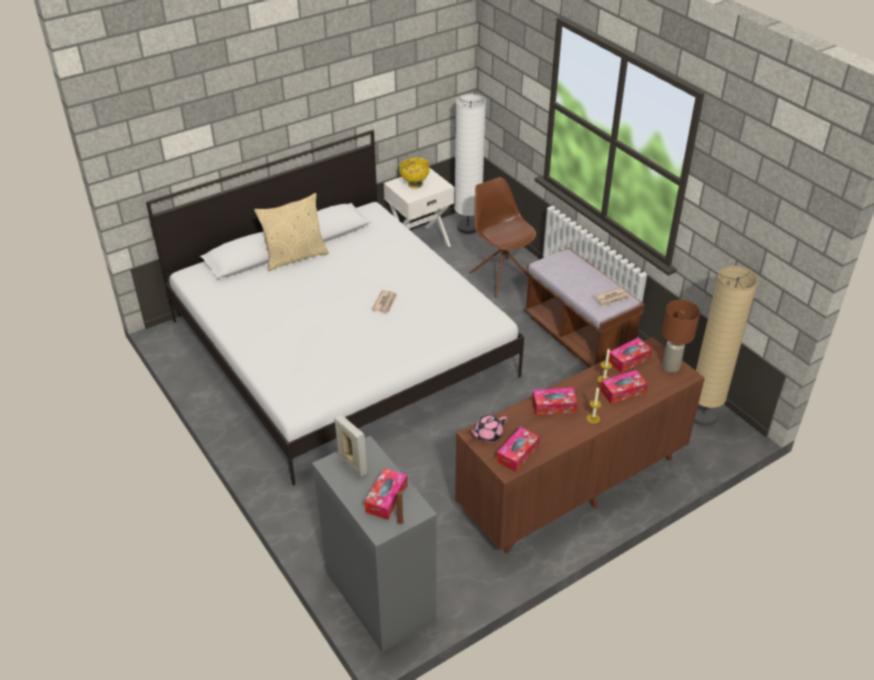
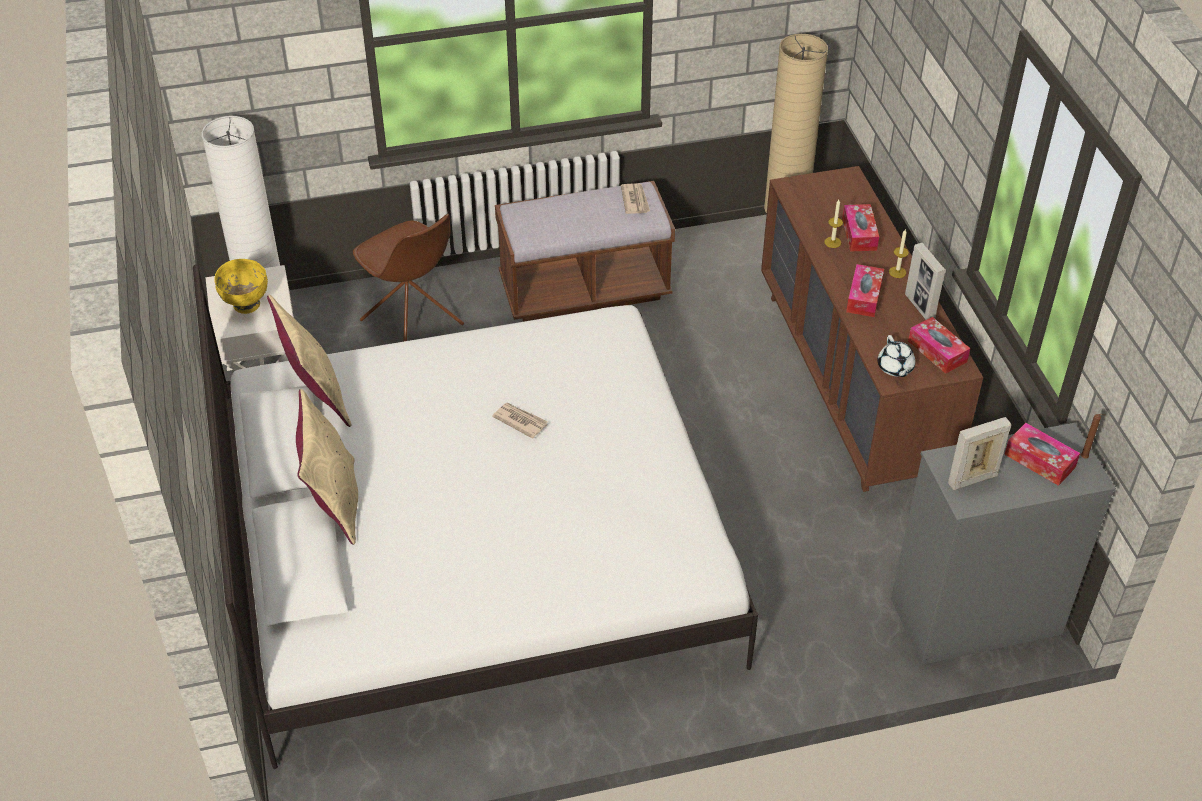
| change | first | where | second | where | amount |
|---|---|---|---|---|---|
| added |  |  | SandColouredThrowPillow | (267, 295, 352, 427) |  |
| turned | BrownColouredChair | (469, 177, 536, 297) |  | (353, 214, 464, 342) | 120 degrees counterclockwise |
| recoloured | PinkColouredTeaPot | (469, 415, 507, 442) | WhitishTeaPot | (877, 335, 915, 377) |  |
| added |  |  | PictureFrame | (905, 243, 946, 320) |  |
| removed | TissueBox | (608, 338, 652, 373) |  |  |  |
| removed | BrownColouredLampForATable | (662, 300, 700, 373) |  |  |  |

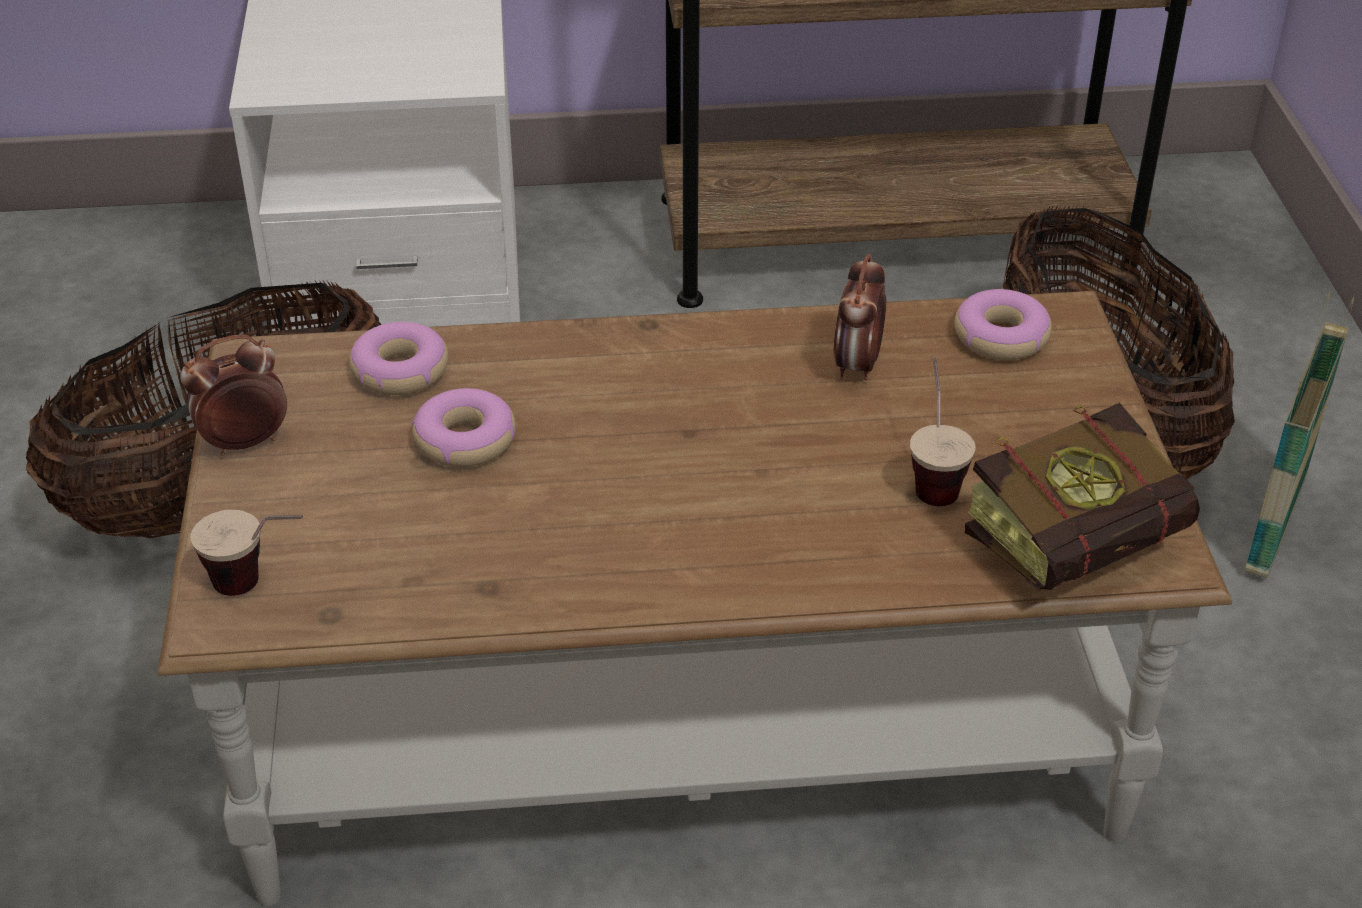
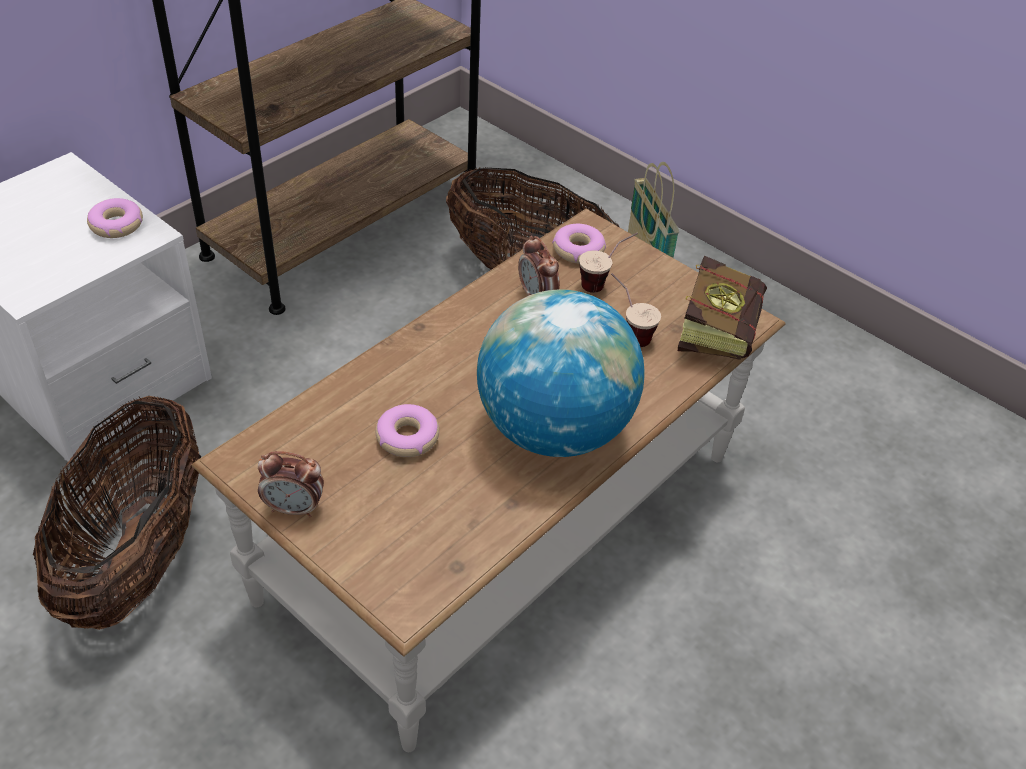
| change | first | where | second | where | amount |
|---|---|---|---|---|---|
| moved | RingDoughnut | (349, 322, 448, 395) |  | (87, 198, 143, 238) |  |
| turned | BedsideClock | (180, 335, 287, 456) |  | (258, 451, 324, 517) | 105 degrees counterclockwise |
| added |  |  | DeskGlobe | (477, 289, 645, 457) |  |
| moved | SmallCup | (190, 510, 303, 596) |  | (579, 233, 638, 293) |  |

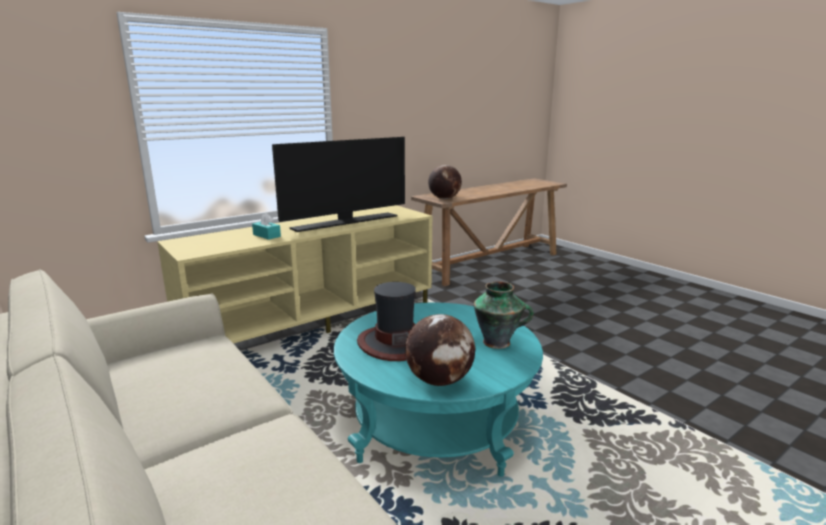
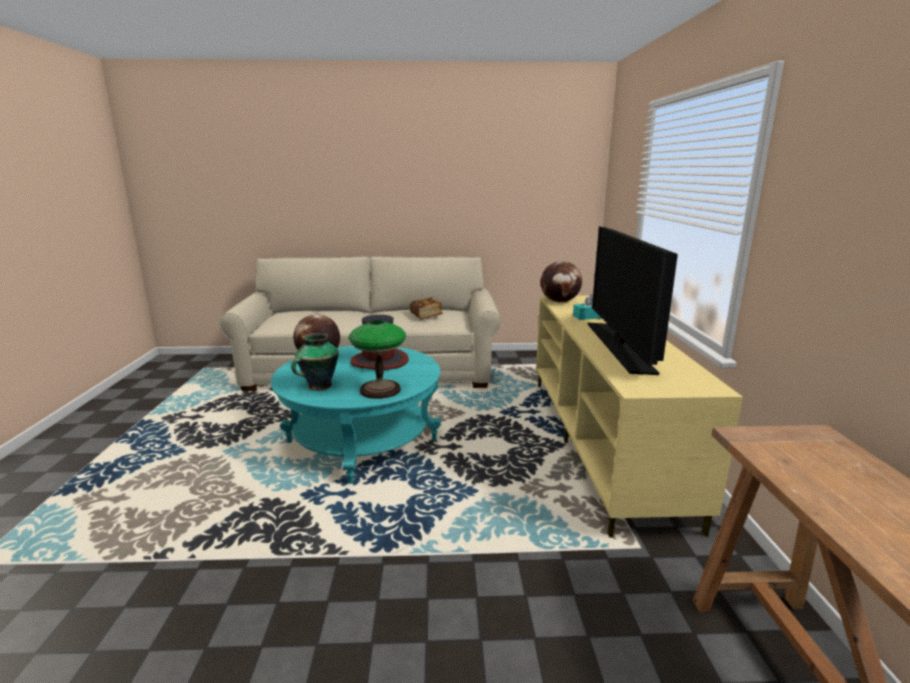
| change | first | where | second | where | amount |
|---|---|---|---|---|---|
| added |  |  | LampForATable | (349, 320, 406, 399) |  |
| added |  |  | BoundBook | (410, 298, 443, 320) |  |
| moved | DeskGlobe | (428, 165, 462, 199) |  | (541, 261, 582, 303) |  |

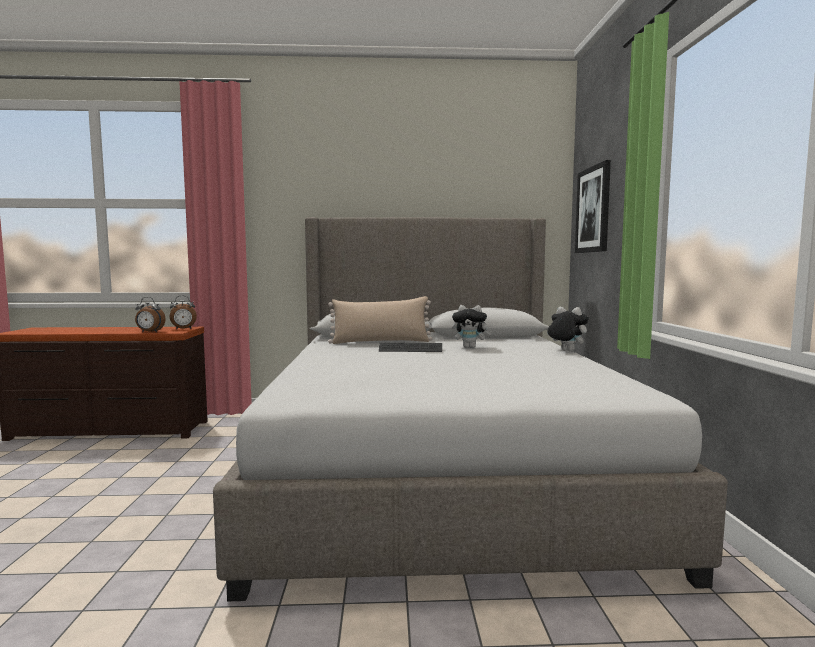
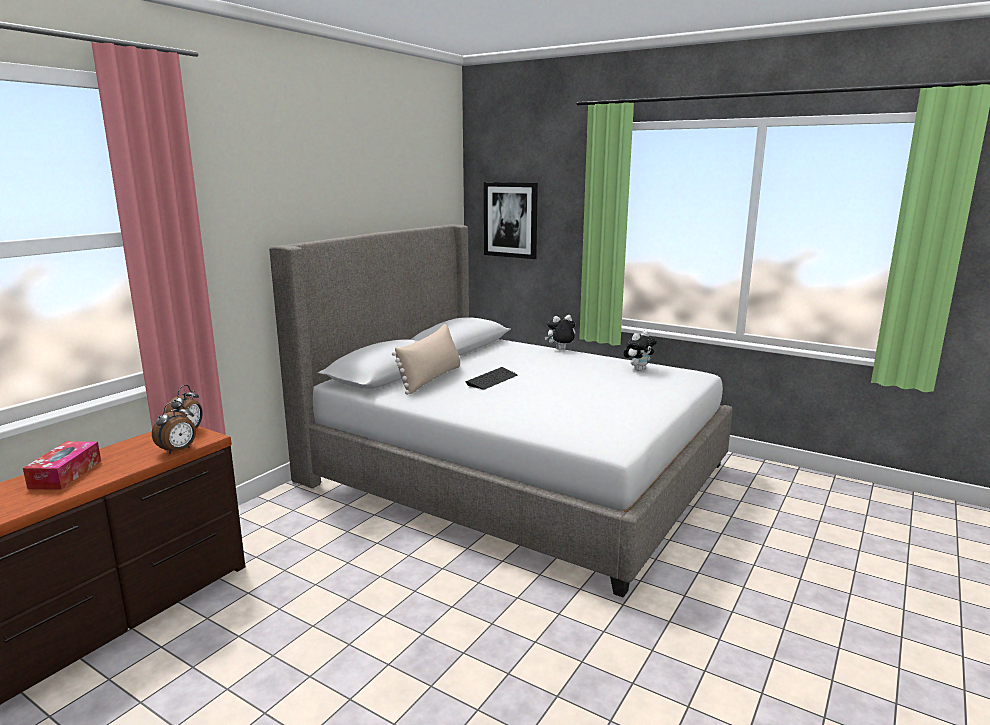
| change | first | where | second | where | amount |
|---|---|---|---|---|---|
| added |  |  | TissueBox | (23, 441, 101, 490) |  |
| moved | CuddlyToy | (452, 305, 492, 348) |  | (623, 331, 657, 371) |  |

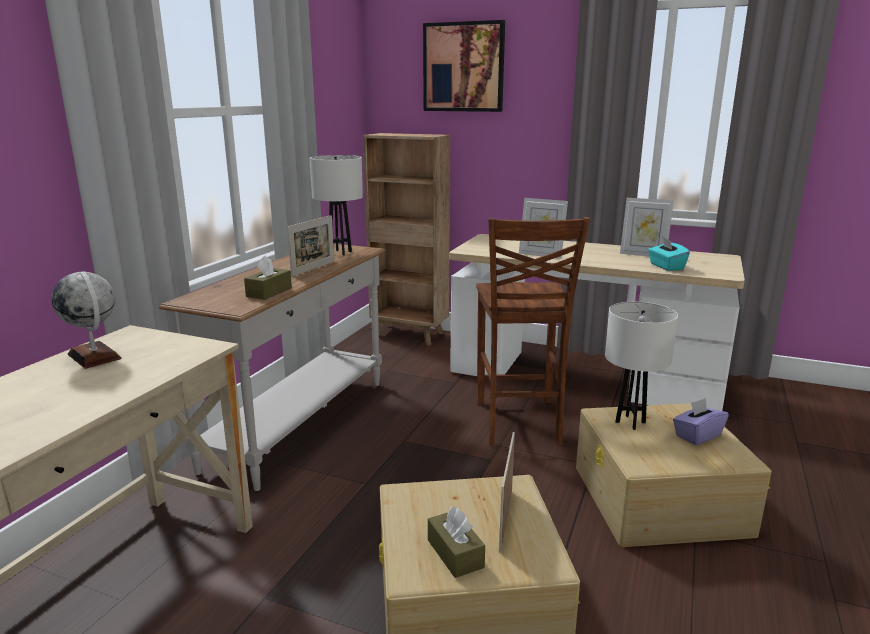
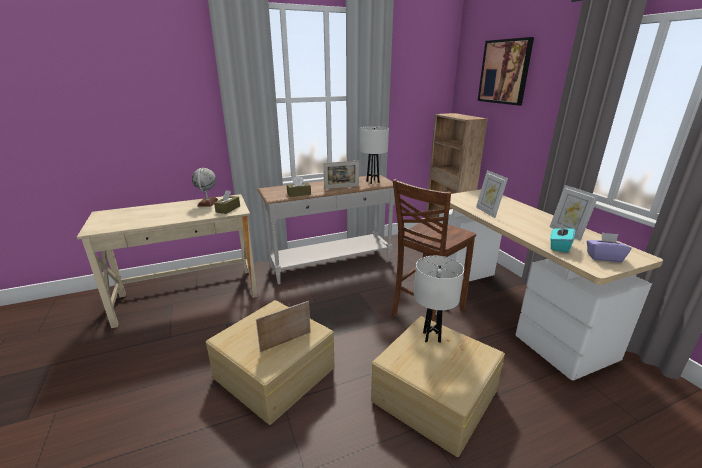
| change | first | where | second | where | amount |
|---|---|---|---|---|---|
| moved | BrownColouredTissueBox | (428, 506, 485, 578) |  | (214, 190, 240, 214) |  |
| moved | PurpleTissueBox | (673, 398, 729, 445) |  | (586, 232, 631, 262) |  |

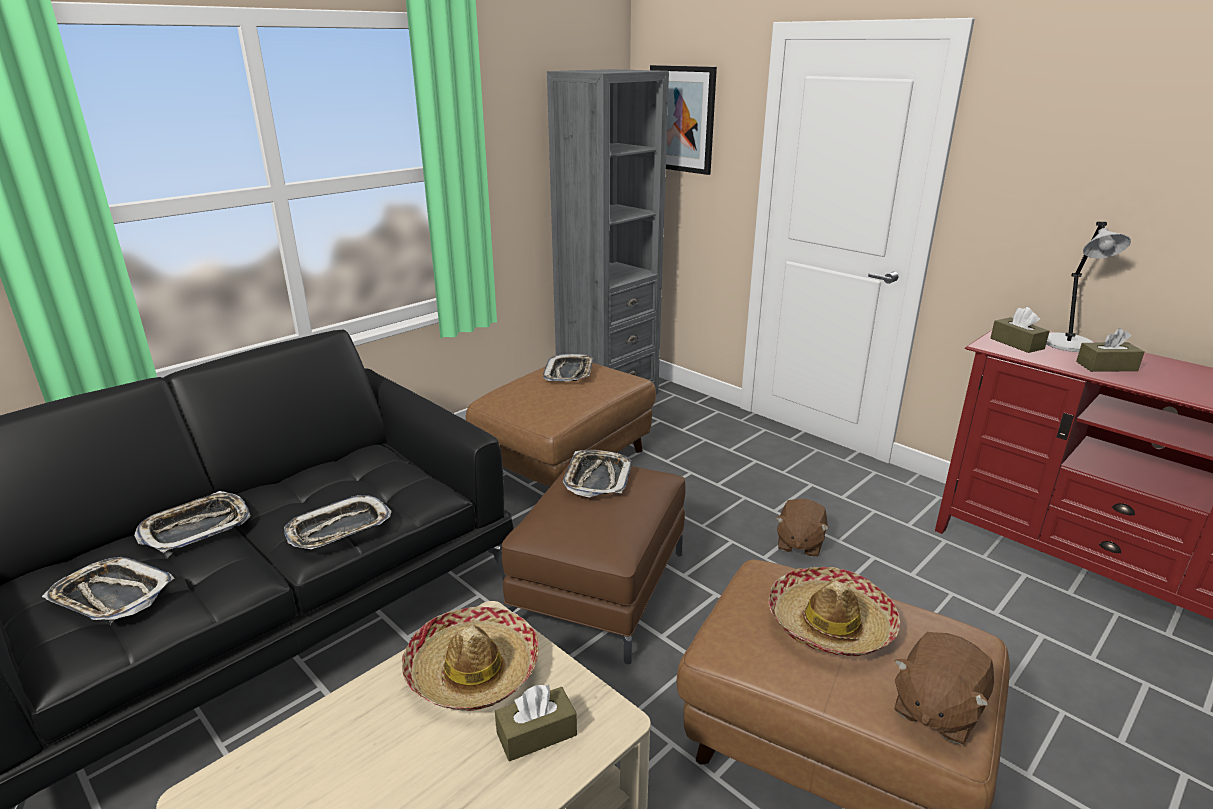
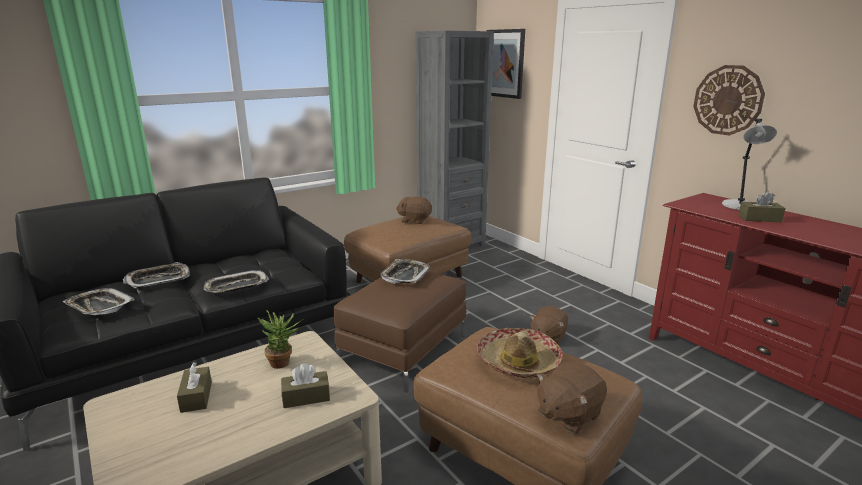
| change | first | where | second | where | amount |
|---|---|---|---|---|---|
| moved | BrownColouredTissueBox | (991, 307, 1050, 353) |  | (177, 362, 212, 413) |  |
| replaced | Hat | (402, 607, 539, 711) | Houseplant | (258, 310, 302, 369) |  |
| replaced | Tray | (543, 354, 593, 382) | BrownColouredCuddlyToy | (396, 197, 432, 224) |  |
| added |  |  | WallClock | (693, 65, 765, 136) |  |

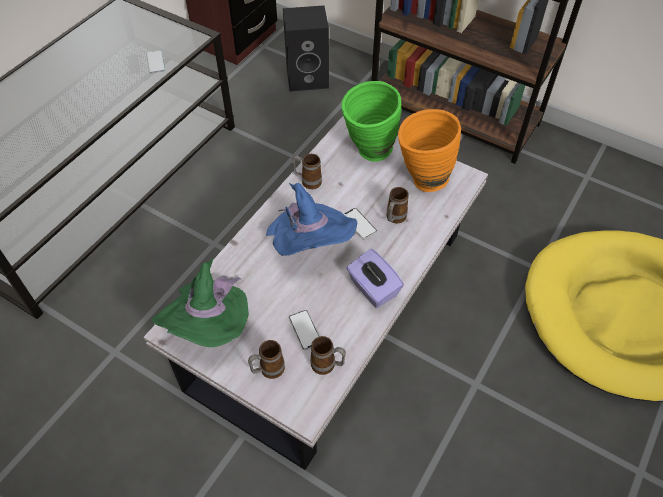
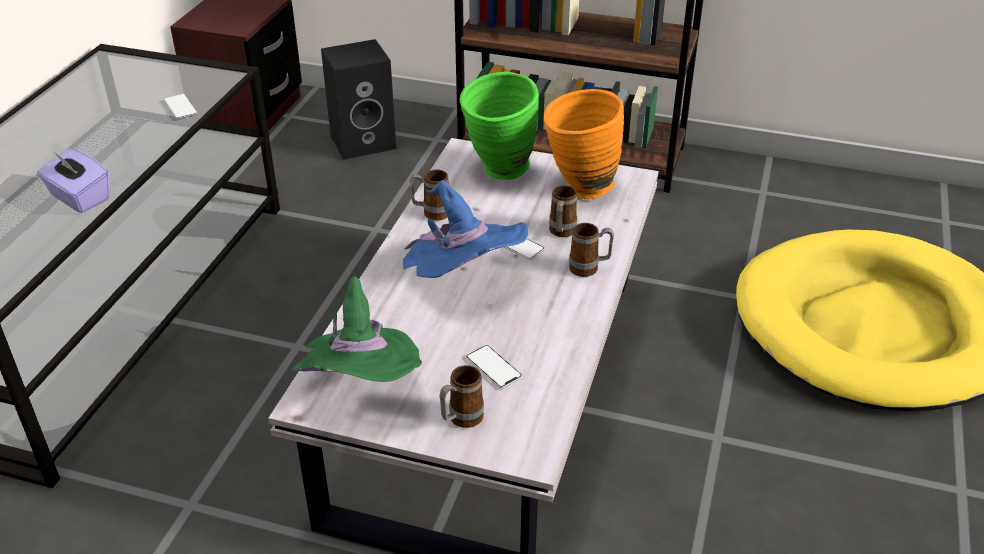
| change | first | where | second | where | amount |
|---|---|---|---|---|---|
| moved | PurpleTissueBox | (346, 249, 404, 308) |  | (37, 149, 110, 213) |  |
| moved | CoffeeMug | (310, 336, 346, 375) |  | (569, 223, 614, 277) |  |

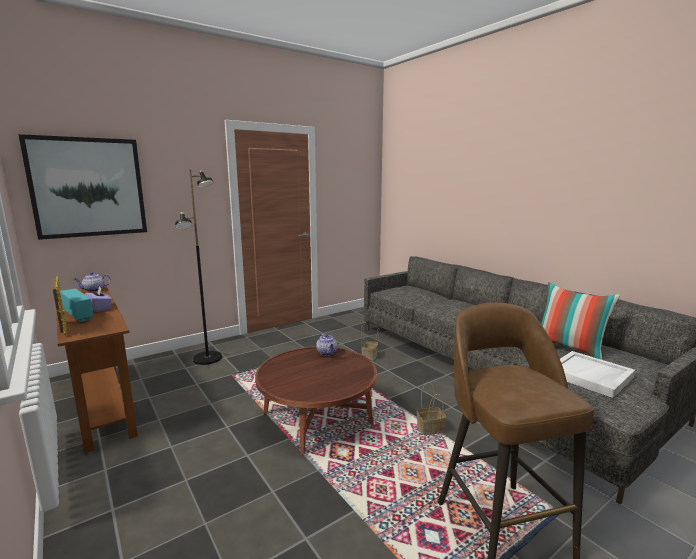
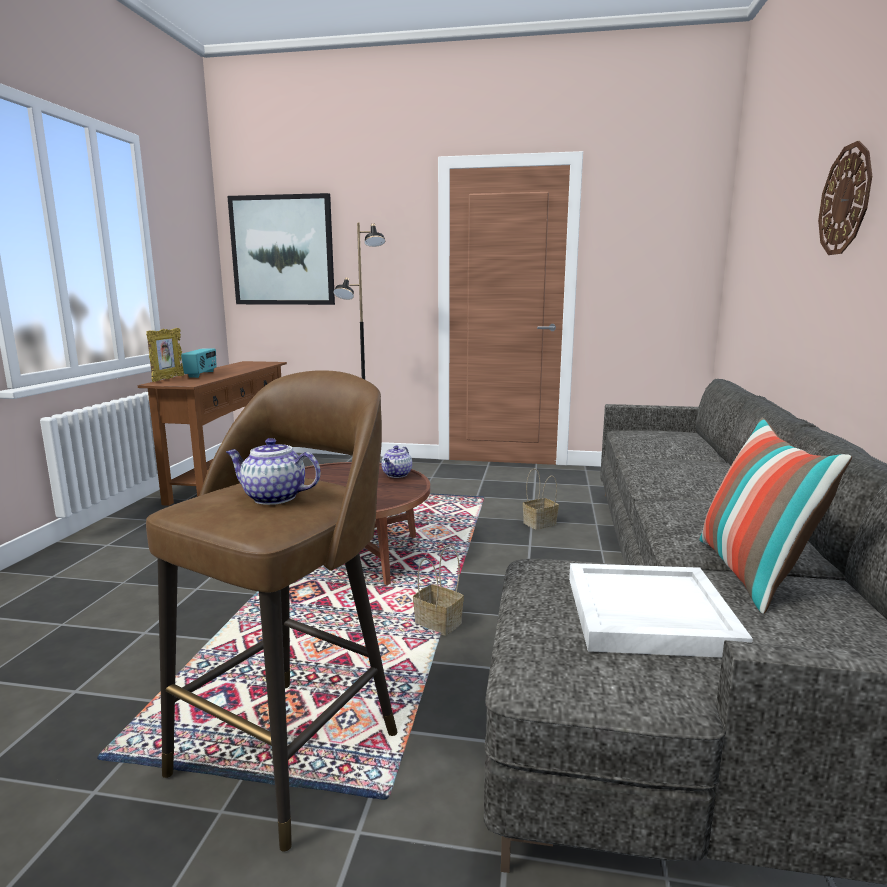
| change | first | where | second | where | amount |
|---|---|---|---|---|---|
| moved | TeaPot | (74, 272, 111, 292) |  | (226, 438, 321, 505) |  |
| added |  |  | WallClock | (818, 141, 872, 255) |  |
| removed | PurpleTissueBox | (85, 287, 112, 312) |  |  |  |

